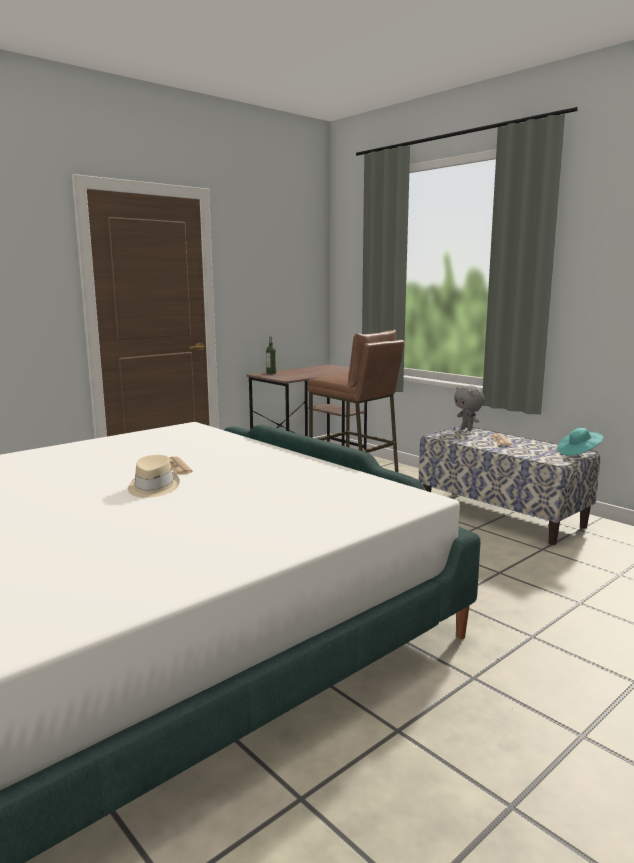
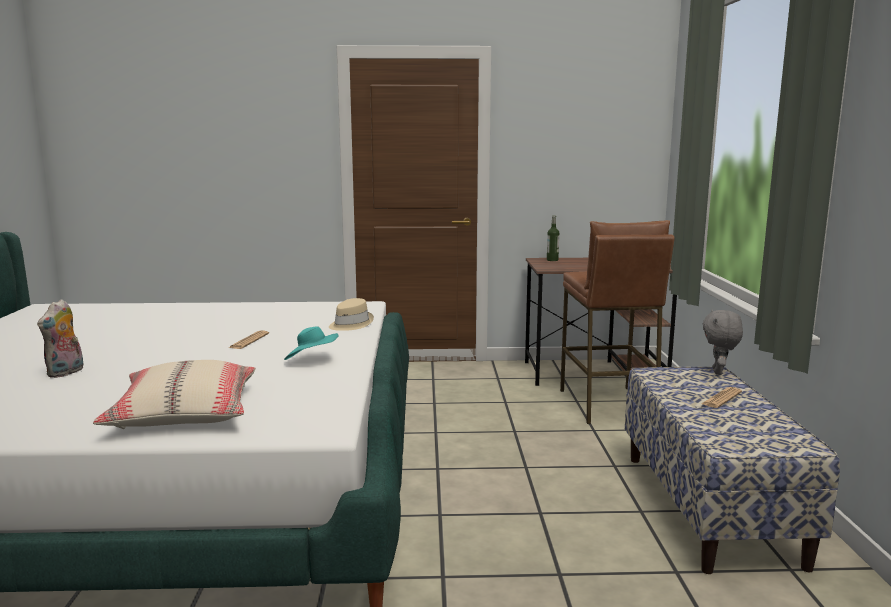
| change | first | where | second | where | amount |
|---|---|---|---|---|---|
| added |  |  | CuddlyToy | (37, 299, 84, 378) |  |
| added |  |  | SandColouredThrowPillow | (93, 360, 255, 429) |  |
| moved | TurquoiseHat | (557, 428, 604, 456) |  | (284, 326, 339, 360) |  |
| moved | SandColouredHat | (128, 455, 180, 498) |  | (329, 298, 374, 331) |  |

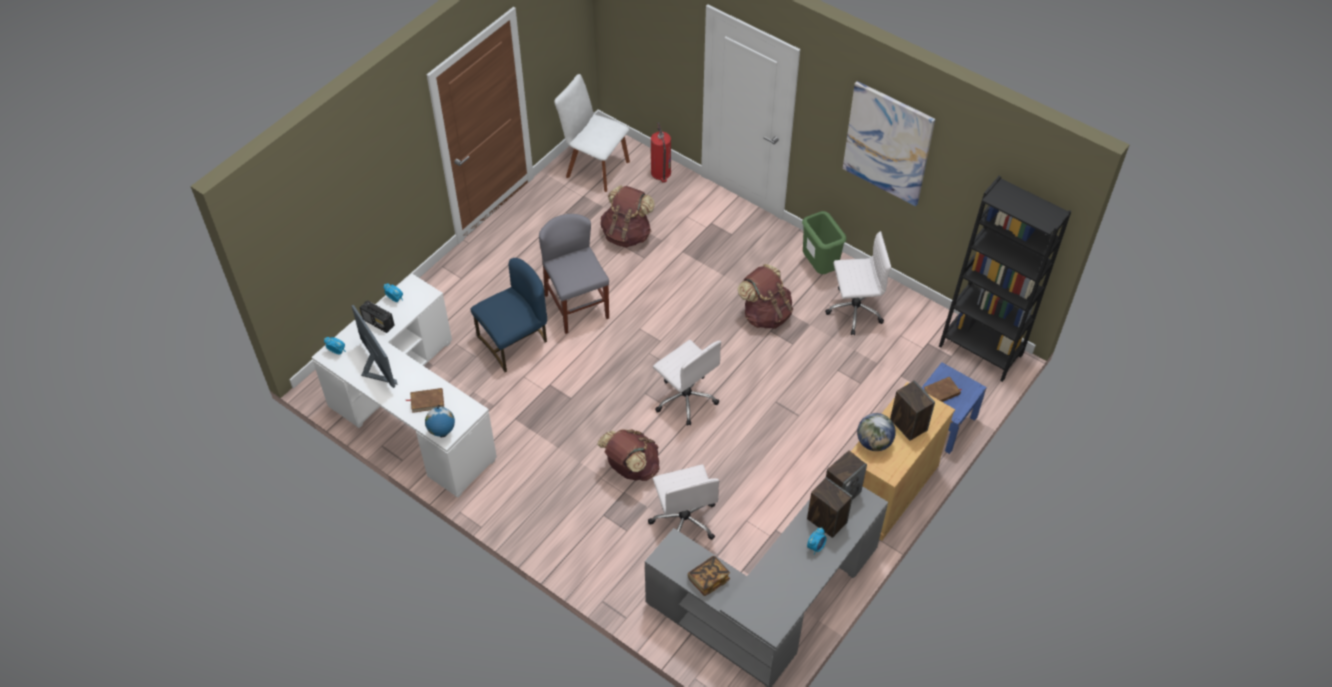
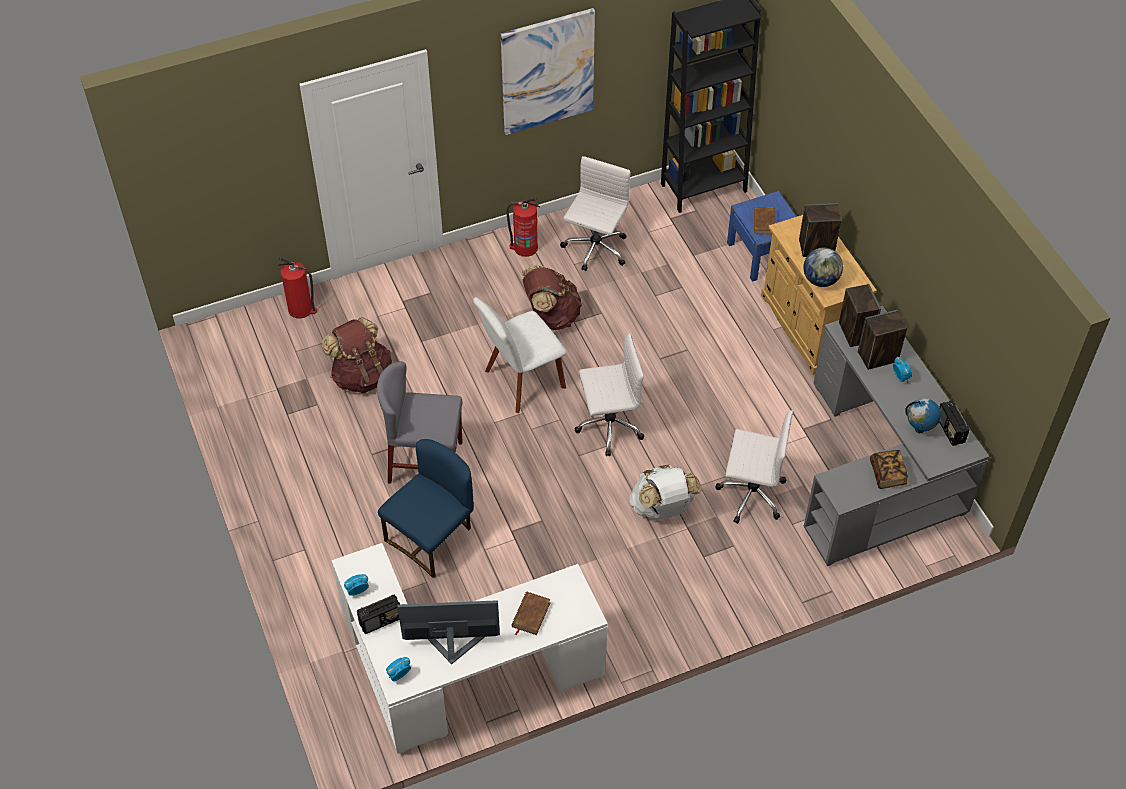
| change | first | where | second | where | amount |
|---|---|---|---|---|---|
| turned | BlueChair | (471, 258, 547, 372) |  | (378, 439, 474, 579) | 45 degrees clockwise |
| moved | WhitishChair | (554, 74, 630, 192) |  | (473, 297, 567, 413) |  |
| replaced | GreenRubbishBin | (802, 211, 847, 274) | FireExtinguisher | (506, 198, 540, 257) |  |
| recoloured | BrownColouredRucksack | (597, 429, 660, 481) | WhitishRucksack | (629, 465, 702, 520) |  |
| moved | DeskGlobe | (425, 405, 455, 437) |  | (905, 398, 941, 433) |  |
| added |  |  | RadioSet | (939, 400, 970, 446) |  |

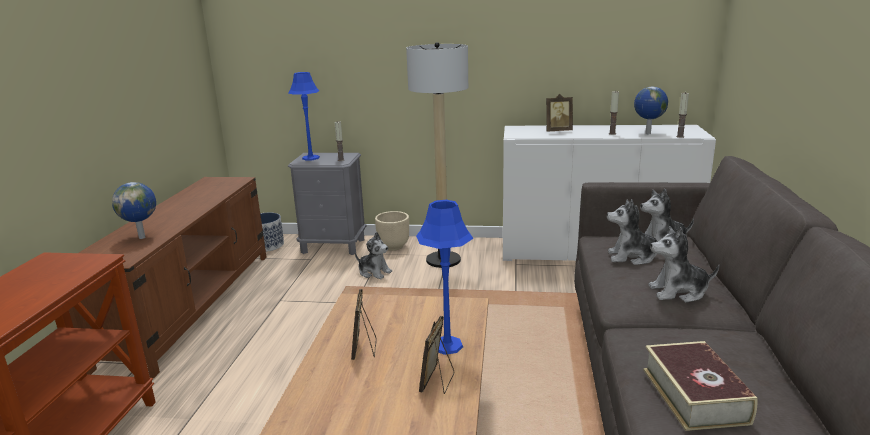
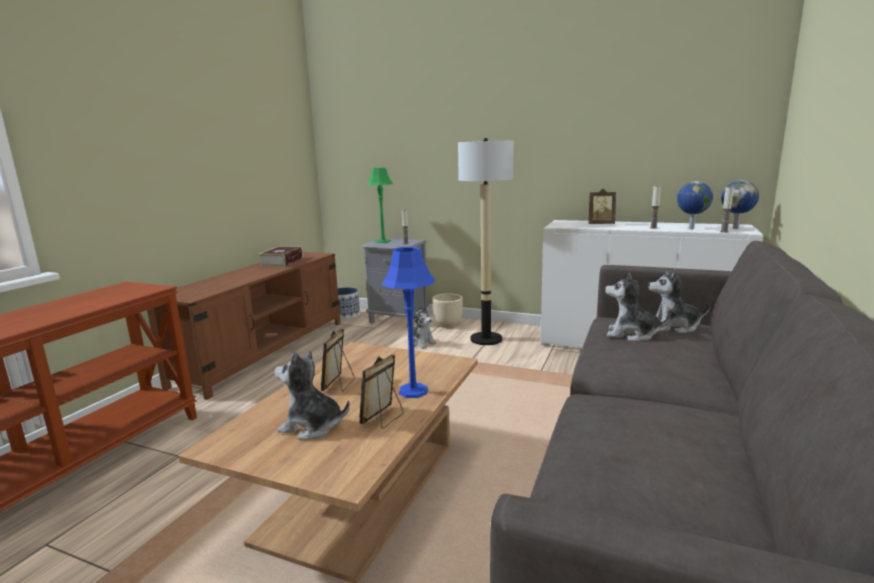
| change | first | where | second | where | amount |
|---|---|---|---|---|---|
| moved | BoundBook | (643, 341, 757, 431) |  | (258, 246, 303, 267) |  |
| moved | CuddlyToy | (648, 226, 720, 303) |  | (274, 351, 350, 440) |  |
| recoloured | BlueLampForATable | (288, 72, 320, 160) | GreenLampForATable | (367, 168, 393, 243) |  |
| moved | DeskGlobe | (112, 182, 156, 239) |  | (721, 180, 759, 229) |  |

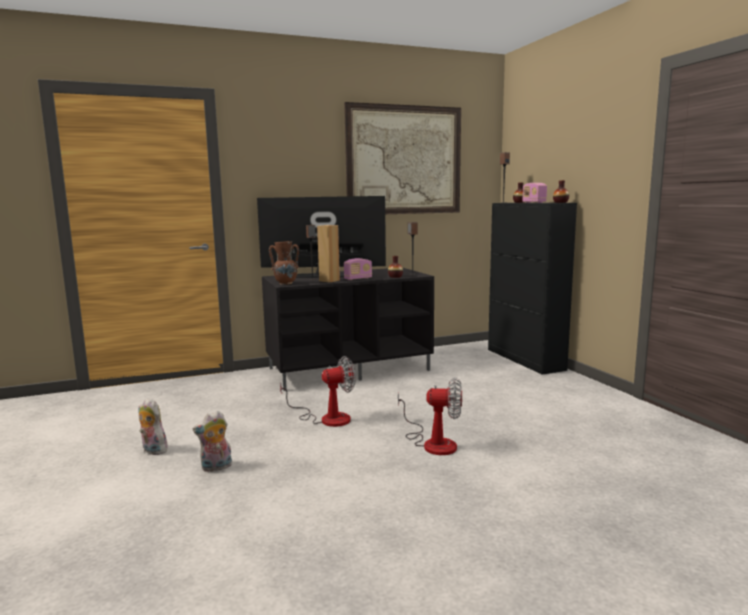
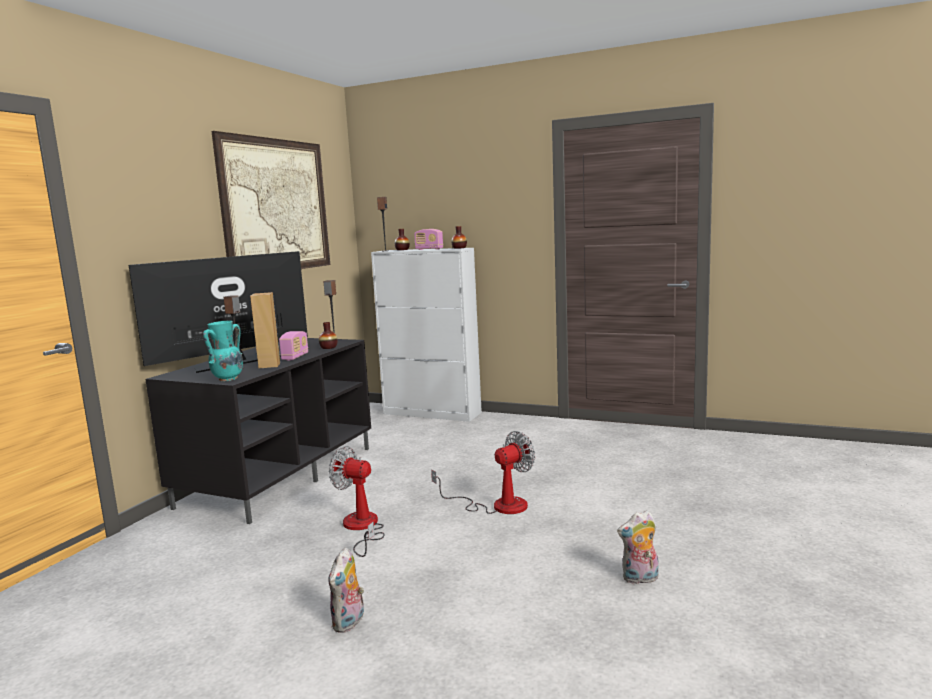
| change | first | where | second | where | amount |
|---|---|---|---|---|---|
| recoloured | BrownColouredDecorativeVase | (269, 241, 299, 285) | TurquoiseDecorativeVase | (203, 321, 243, 381) |  |
| turned | ElectricFan | (280, 356, 356, 427) |  | (329, 446, 384, 557) | 90 degrees counterclockwise |
| recoloured | BlackColouredStorageCabinet | (488, 203, 577, 375) | WhitishStorageCabinet | (371, 248, 482, 422) |  |
| moved | CuddlyToy | (138, 398, 168, 455) |  | (617, 510, 659, 584) |  |

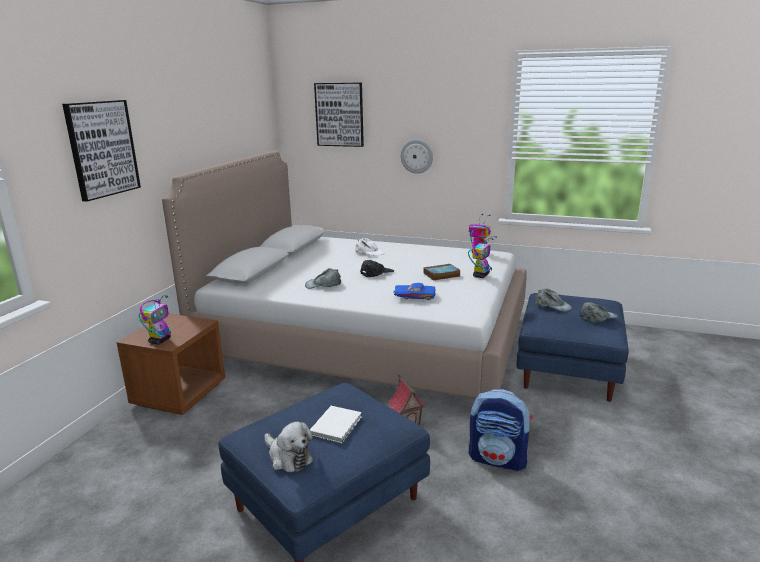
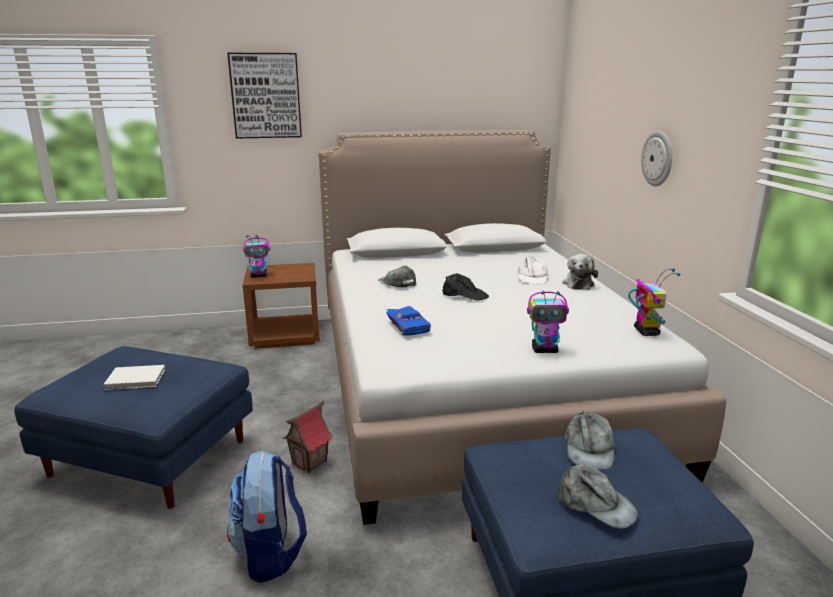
| change | first | where | second | where | amount |
|---|---|---|---|---|---|
| moved | CuddlyToy | (265, 422, 313, 472) |  | (562, 254, 598, 290) |  |
| removed | WallArt | (314, 83, 364, 147) |  |  |  |
| removed | BoundBook | (423, 264, 460, 281) |  |  |  |

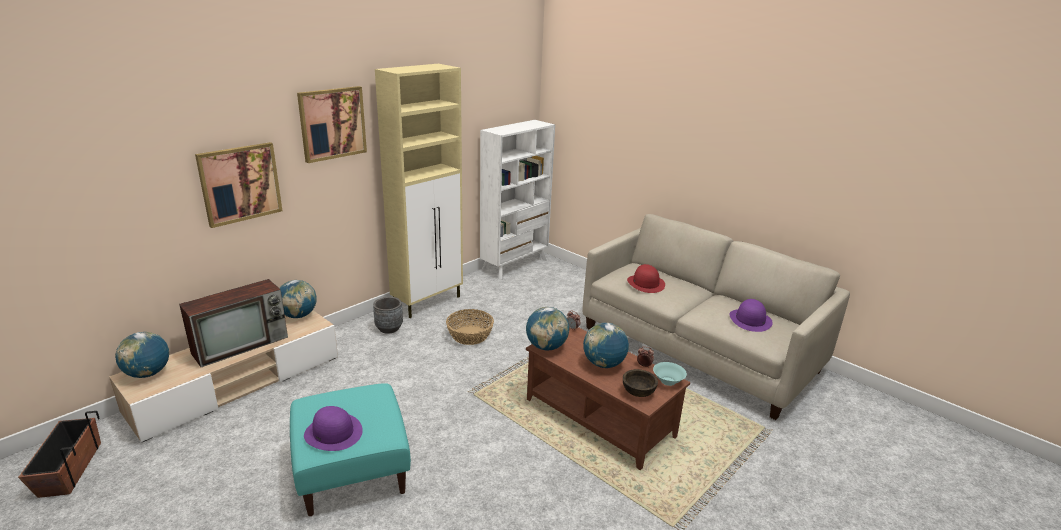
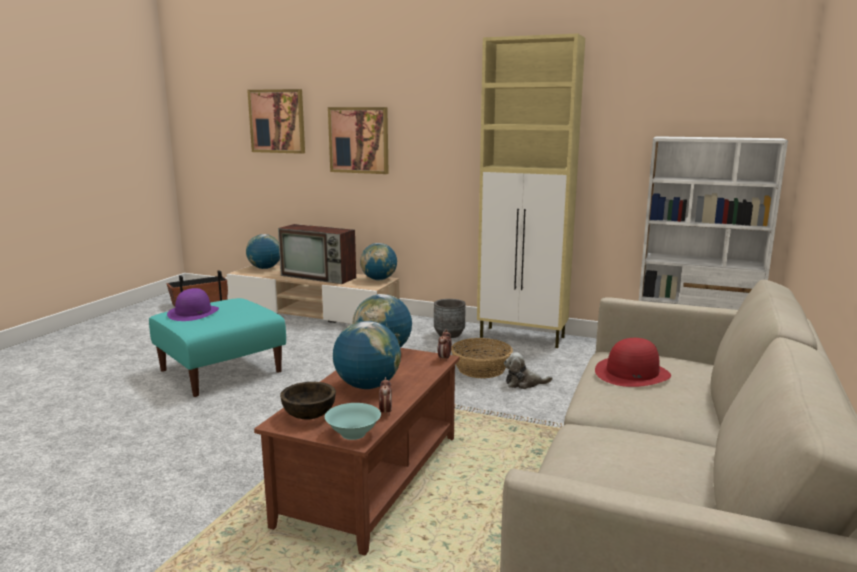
| change | first | where | second | where | amount |
|---|---|---|---|---|---|
| moved | WallArt | (297, 86, 367, 163) |  | (247, 89, 305, 154) |  |
| added |  |  | CuddlyToy | (504, 352, 553, 389) |  |
| removed | PurpleHat | (729, 299, 773, 332) |  |  |  |

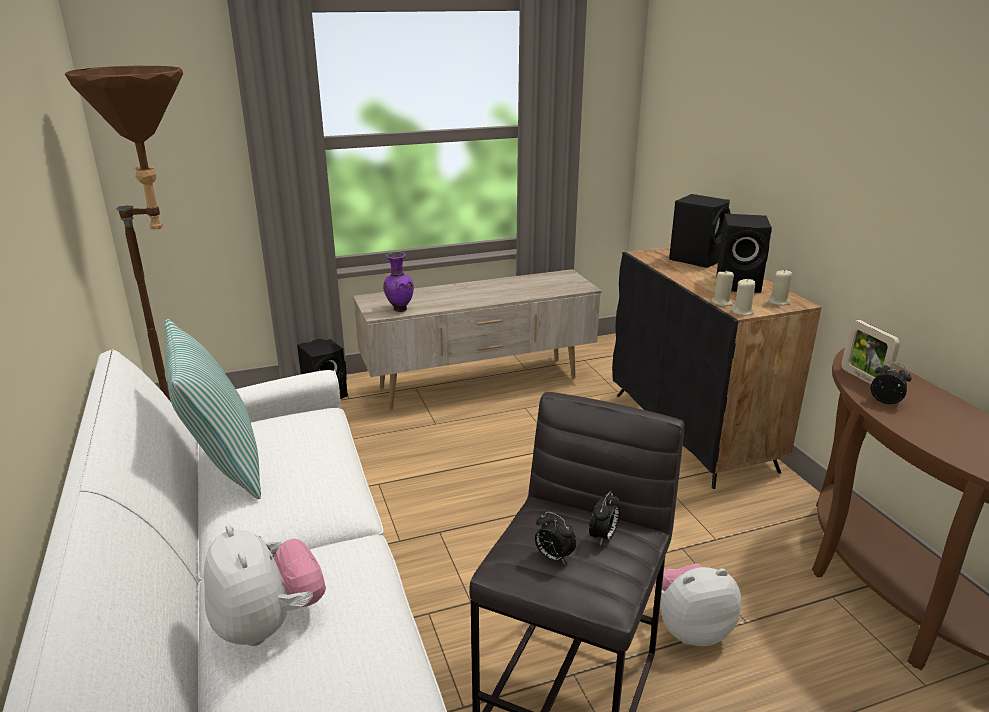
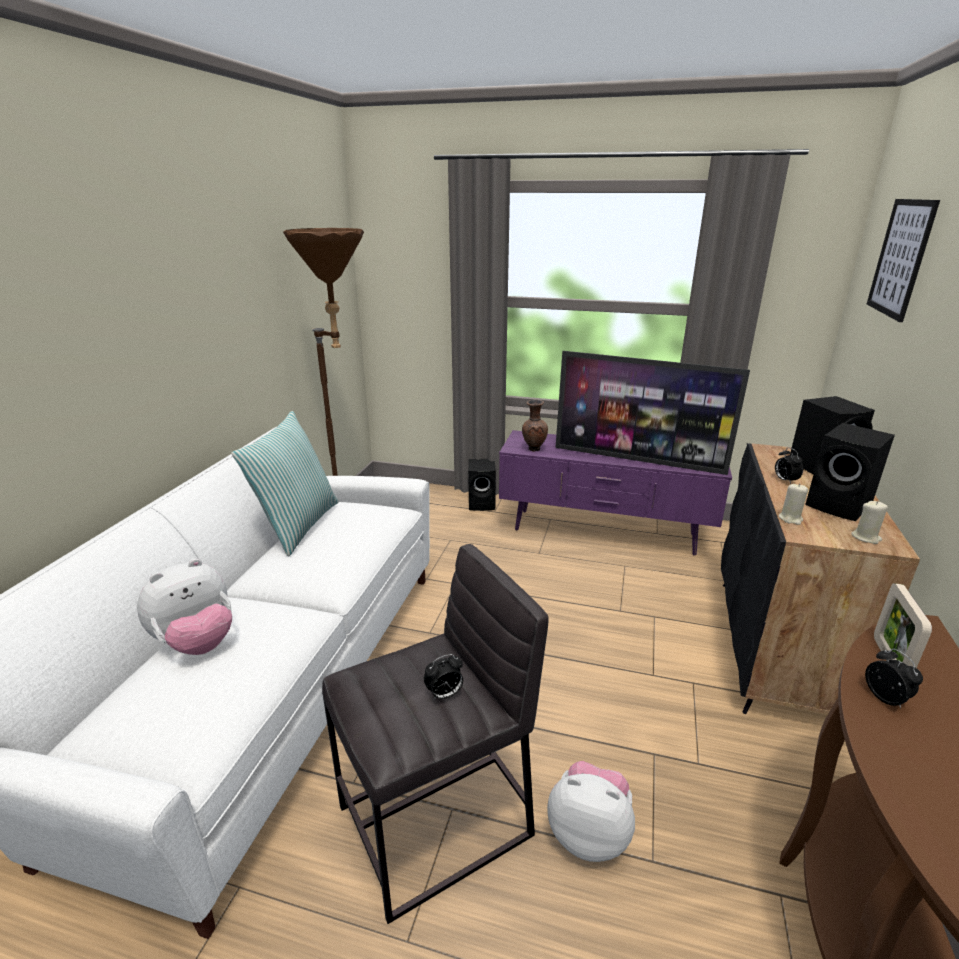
| change | first | where | second | where | amount |
|---|---|---|---|---|---|
| turned | CuddlyToy | (204, 524, 326, 646) |  | (137, 559, 232, 655) | 45 degrees clockwise |
| recoloured | SandColouredTvUnit | (353, 269, 601, 410) | PurpleTvUnit | (499, 430, 732, 556) |  |
| recoloured | PurpleDecorativeVase | (383, 252, 414, 312) | BrownColouredDecorativeVase | (522, 400, 548, 452) |  |
| added |  |  | TvSet | (555, 351, 750, 475) |  |
| moved | BedsideClock | (535, 512, 577, 564) |  | (775, 447, 803, 484) |  |
| added |  |  | WallArt | (867, 199, 940, 322) |  |
| removed | SandColouredWaxLight | (731, 278, 755, 316) |  |  |  |

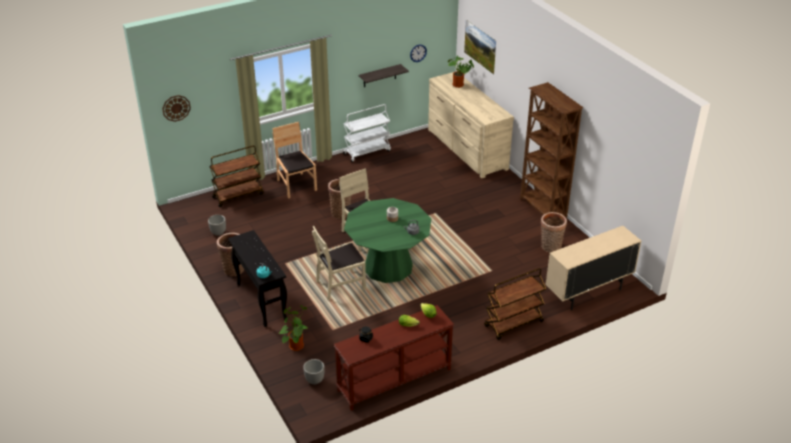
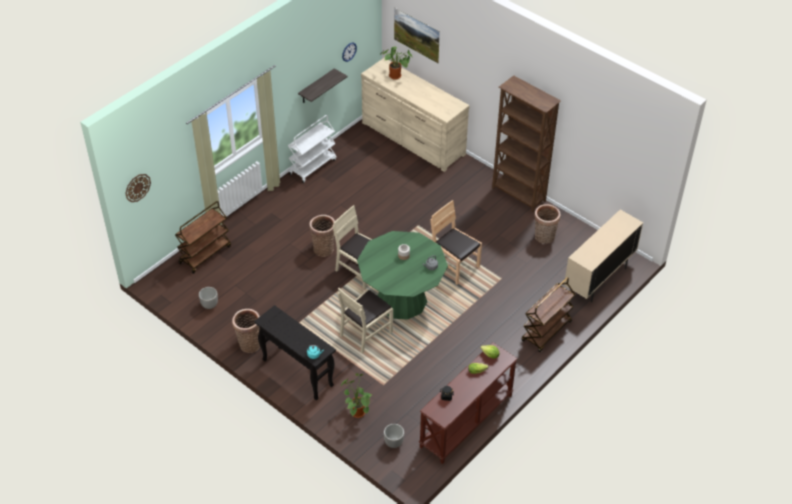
| change | first | where | second | where | amount |
|---|---|---|---|---|---|
| moved | BrownColouredChair | (272, 122, 317, 199) |  | (430, 200, 482, 285) |  |

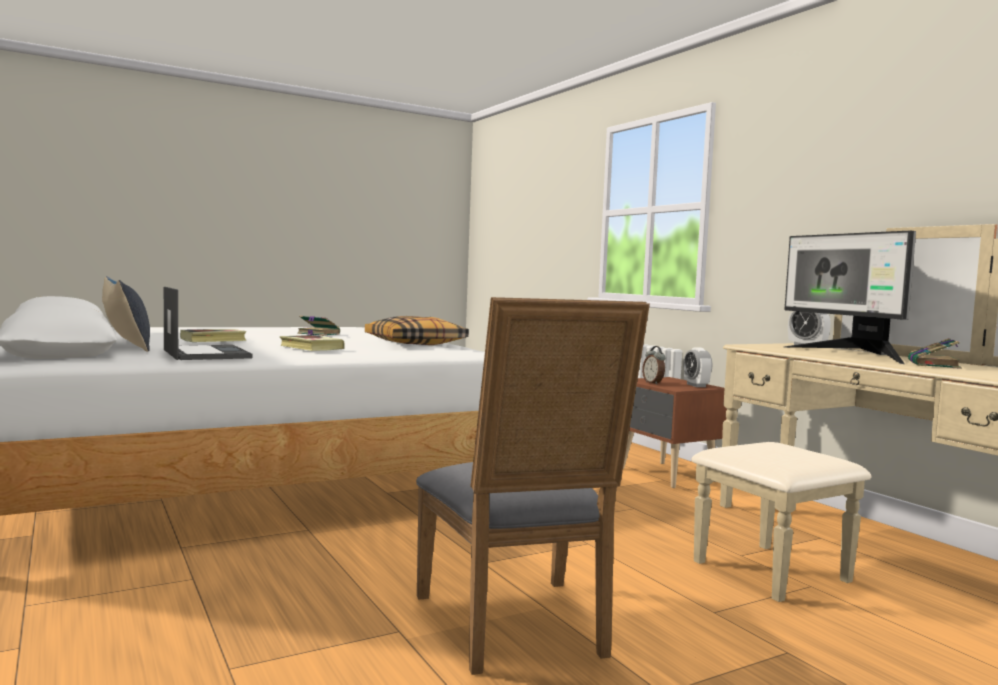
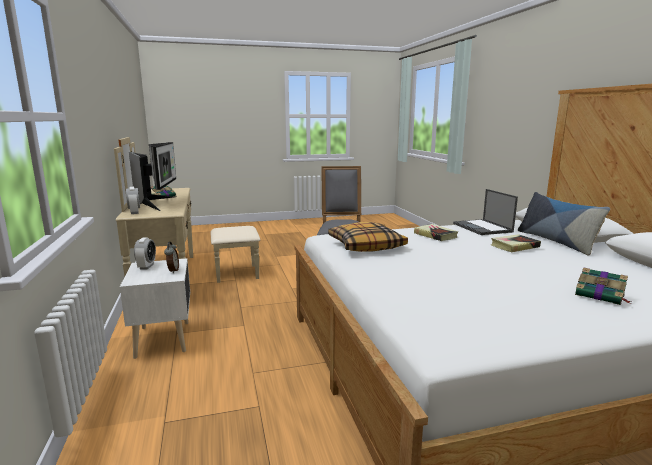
| change | first | where | second | where | amount |
|---|---|---|---|---|---|
| recoloured | BrownColouredBedsideTable | (623, 377, 727, 488) | WhitishBedsideTable | (120, 258, 190, 359) |  |
| moved | BoundBook | (297, 315, 340, 336) |  | (575, 267, 631, 305) |  |

